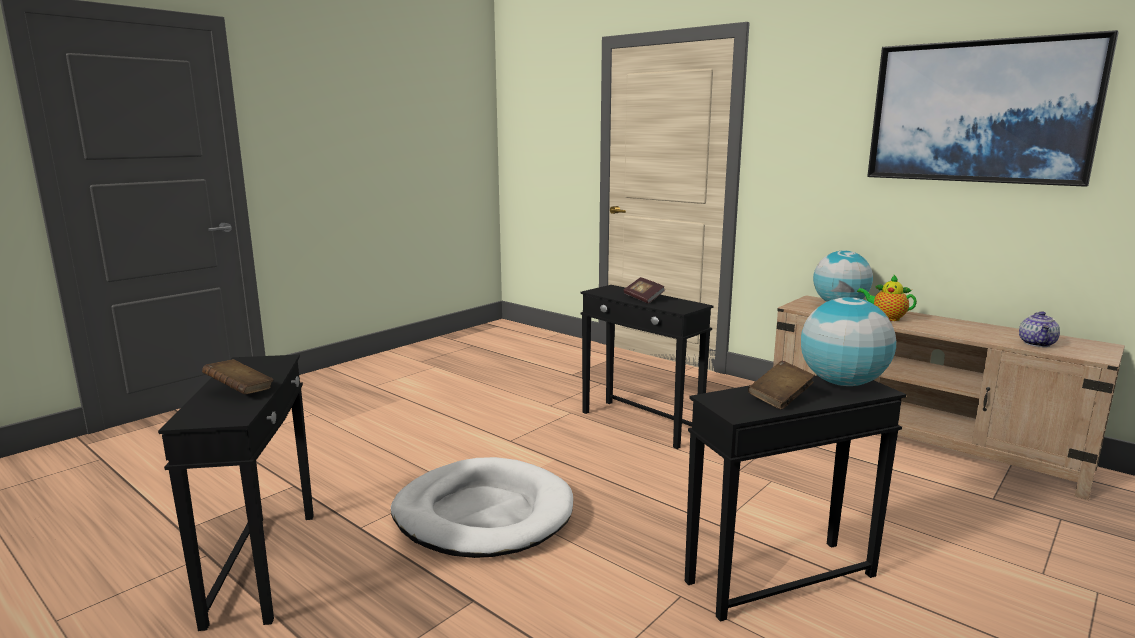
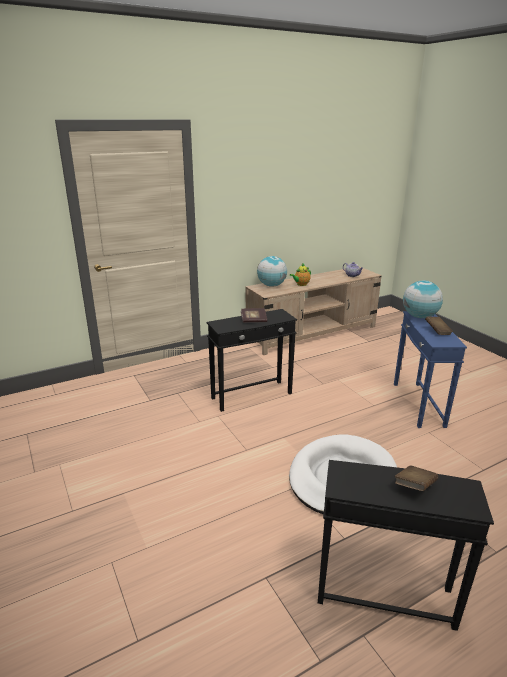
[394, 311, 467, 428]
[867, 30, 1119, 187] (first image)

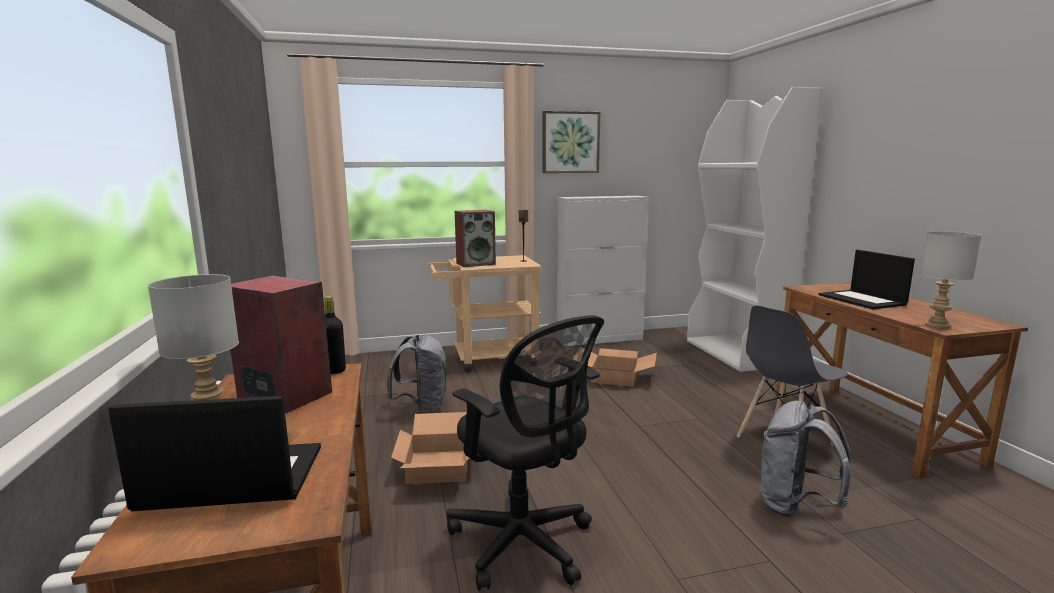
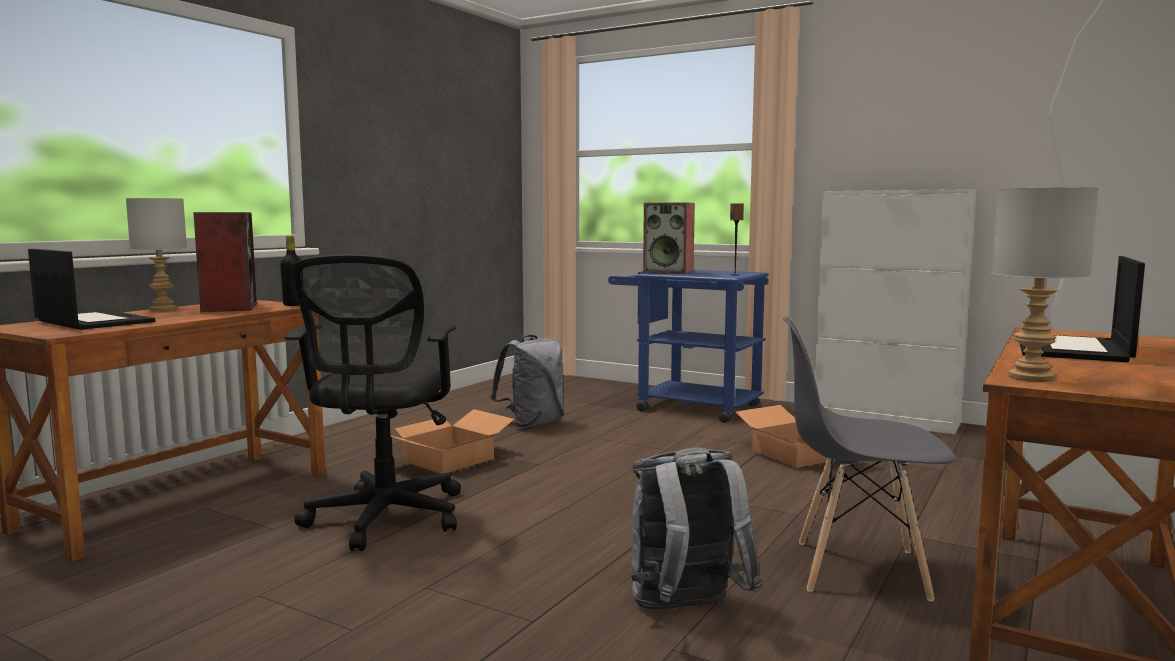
[608, 270, 769, 423]
[542, 111, 601, 173] (first image)

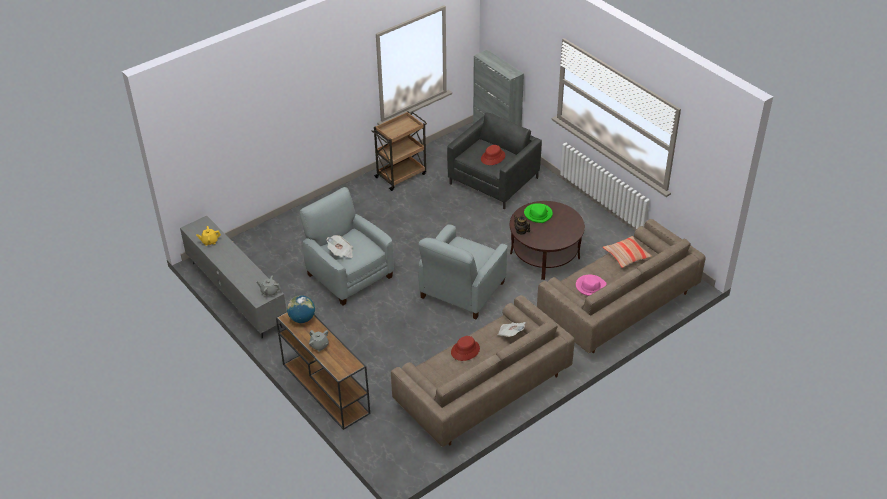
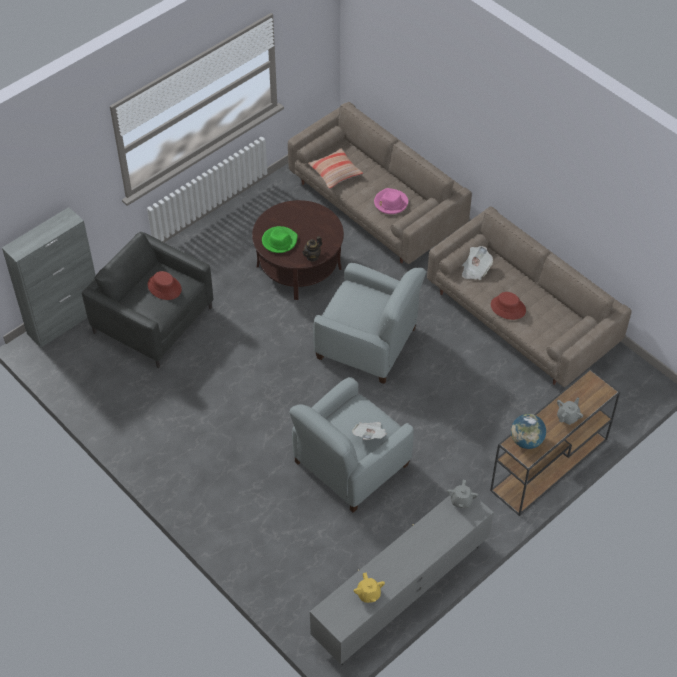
[372, 111, 427, 191] (first image)

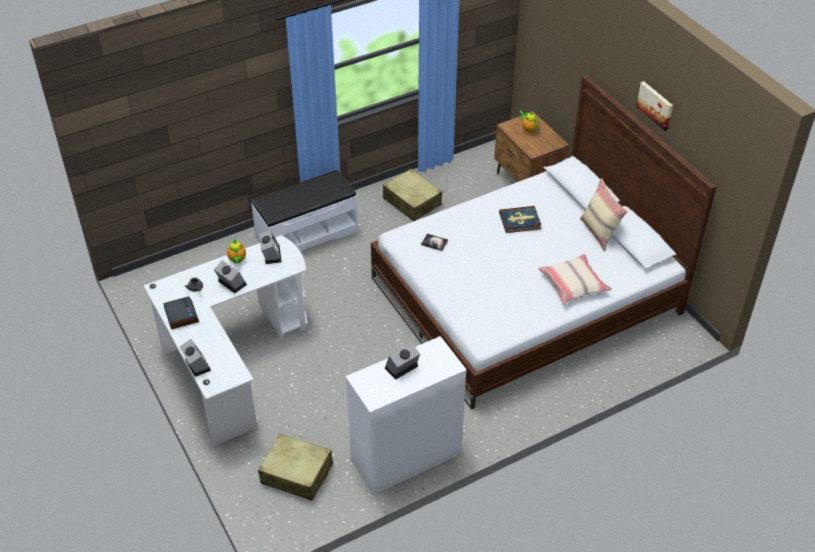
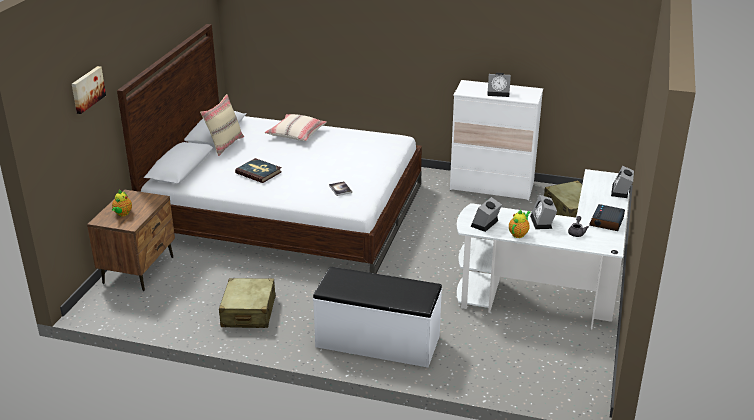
[72, 66, 106, 114]

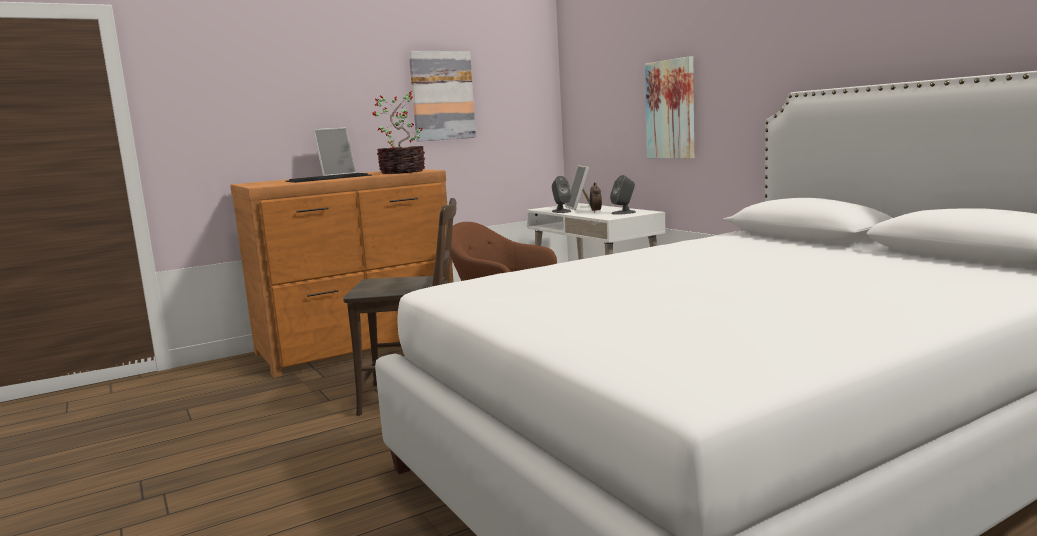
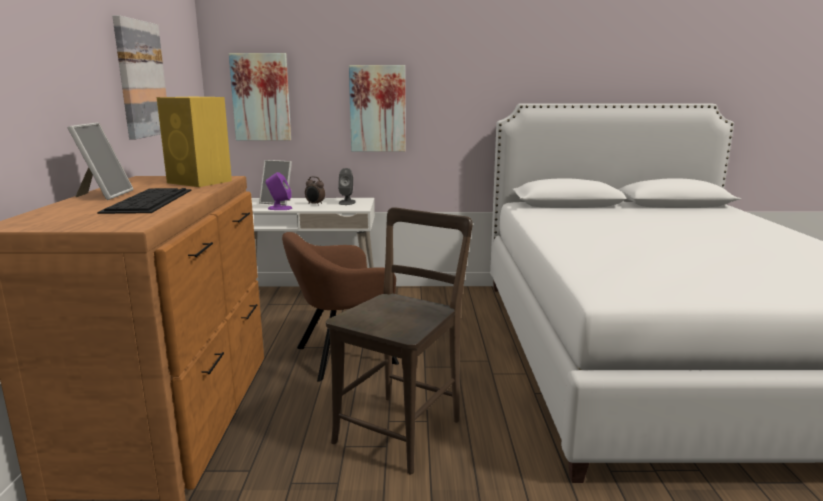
[157, 97, 232, 187]
[266, 172, 292, 210]
[229, 53, 291, 141]

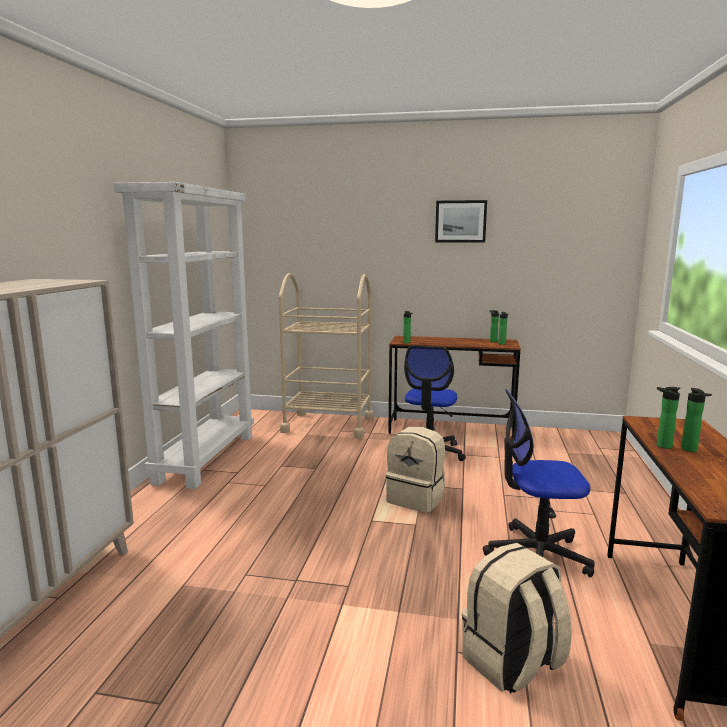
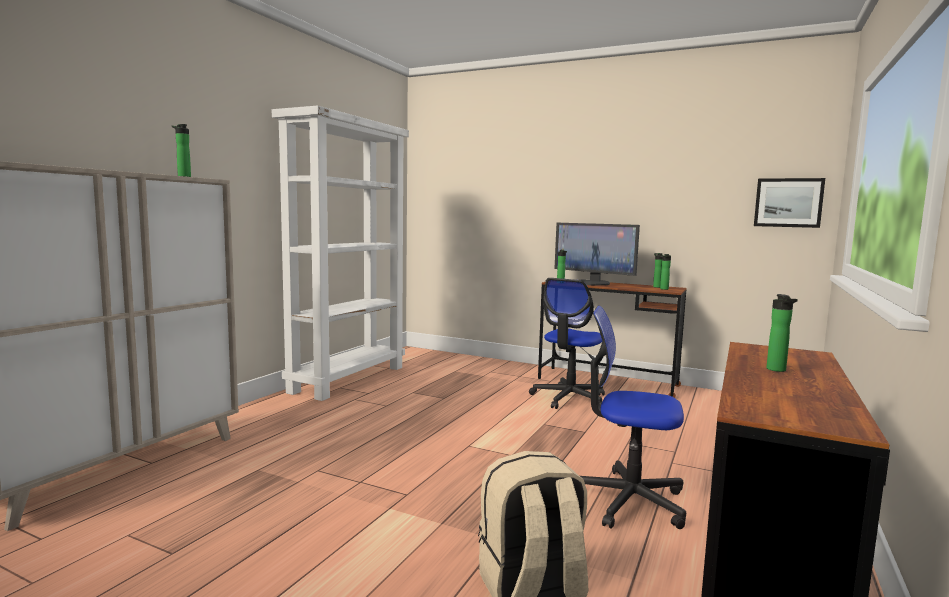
[279, 273, 374, 438] (first image)
[386, 427, 445, 513] (first image)
[754, 178, 825, 228]
[172, 124, 191, 177]
[554, 223, 640, 286]

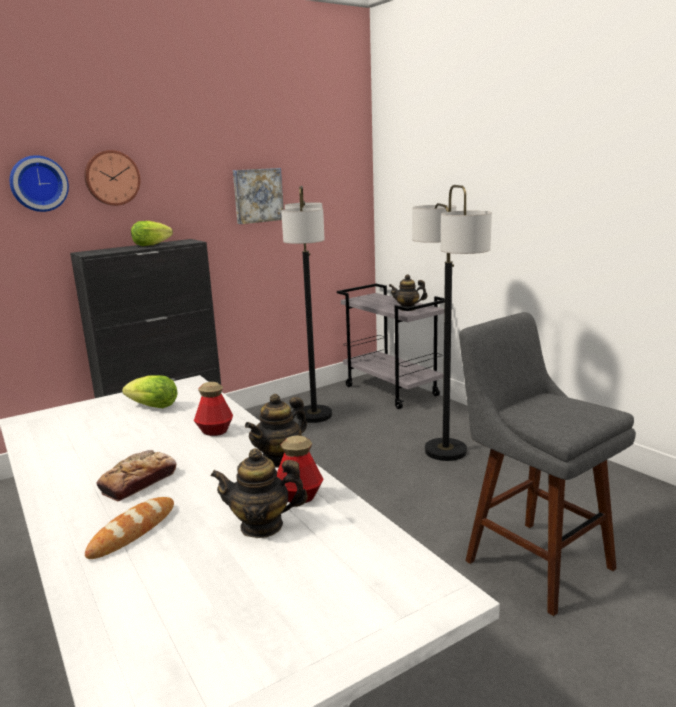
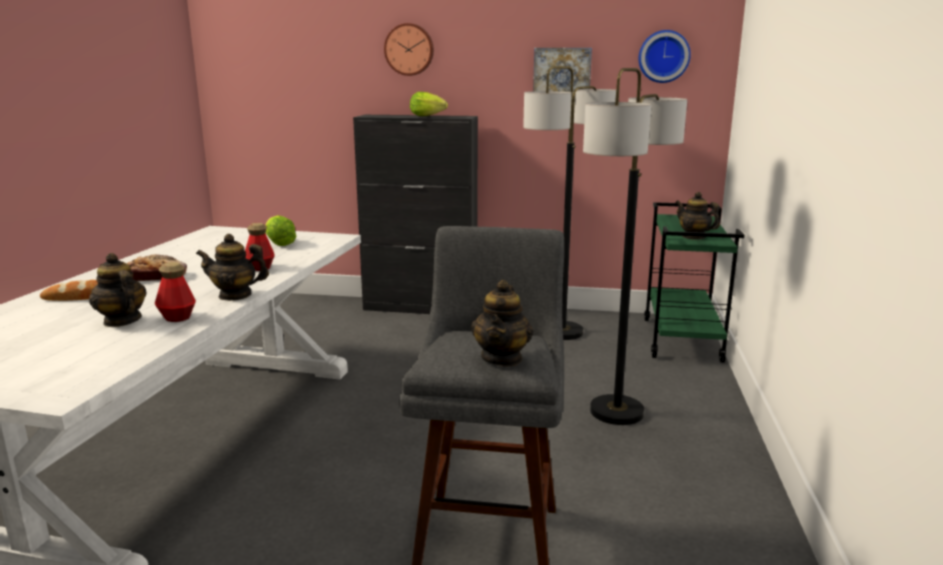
[639, 30, 691, 83]
[644, 202, 744, 363]
[471, 280, 533, 367]

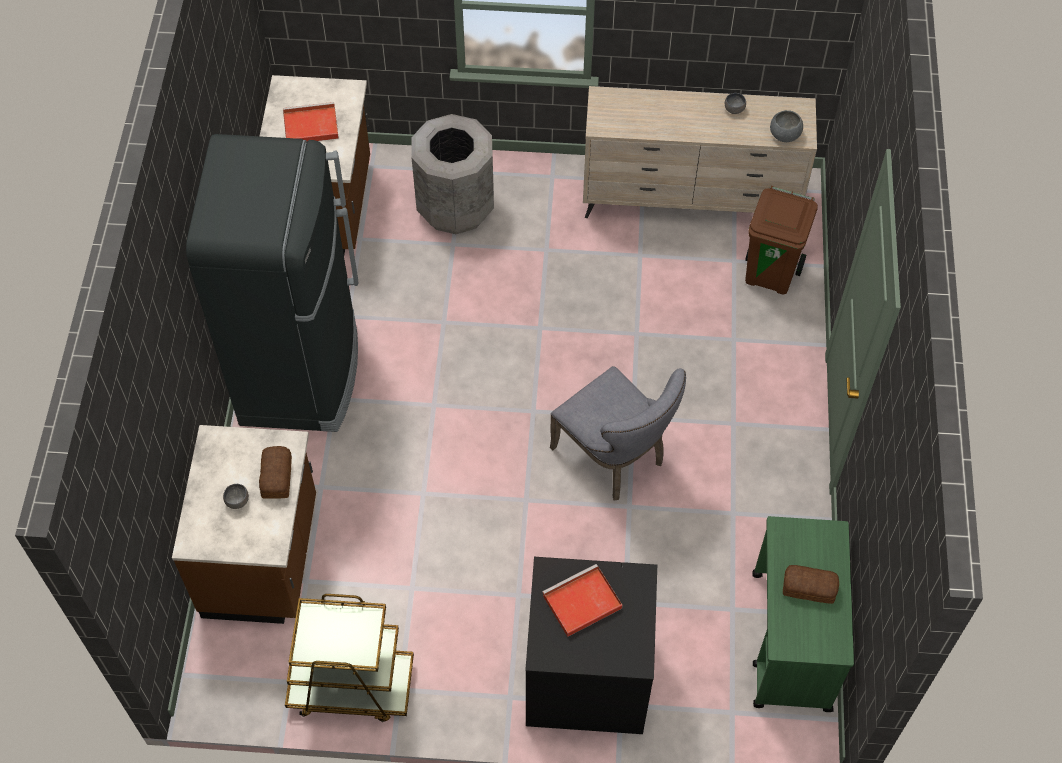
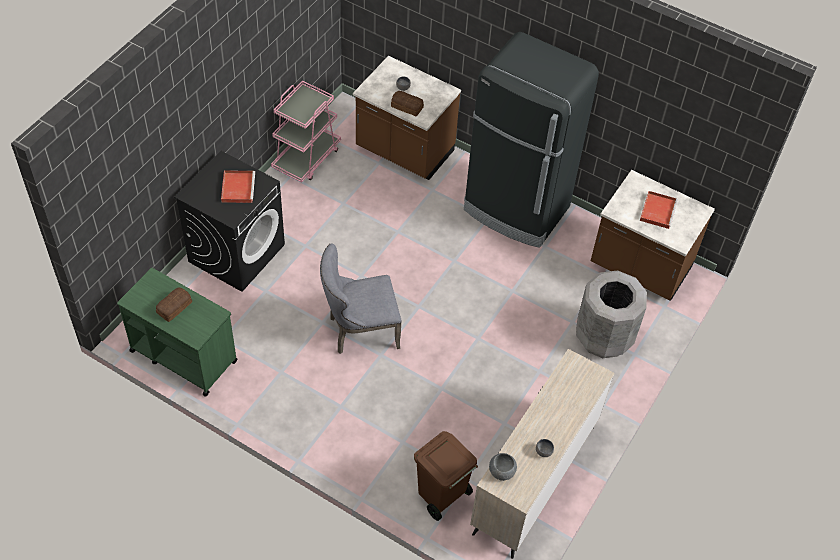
[271, 80, 341, 183]

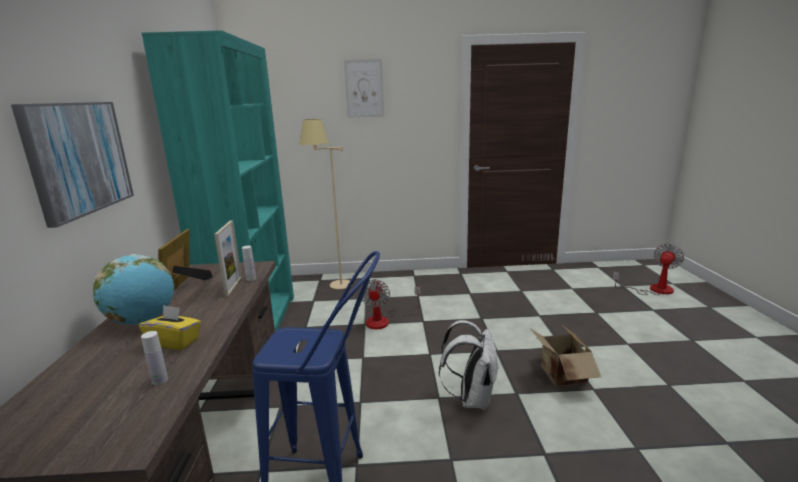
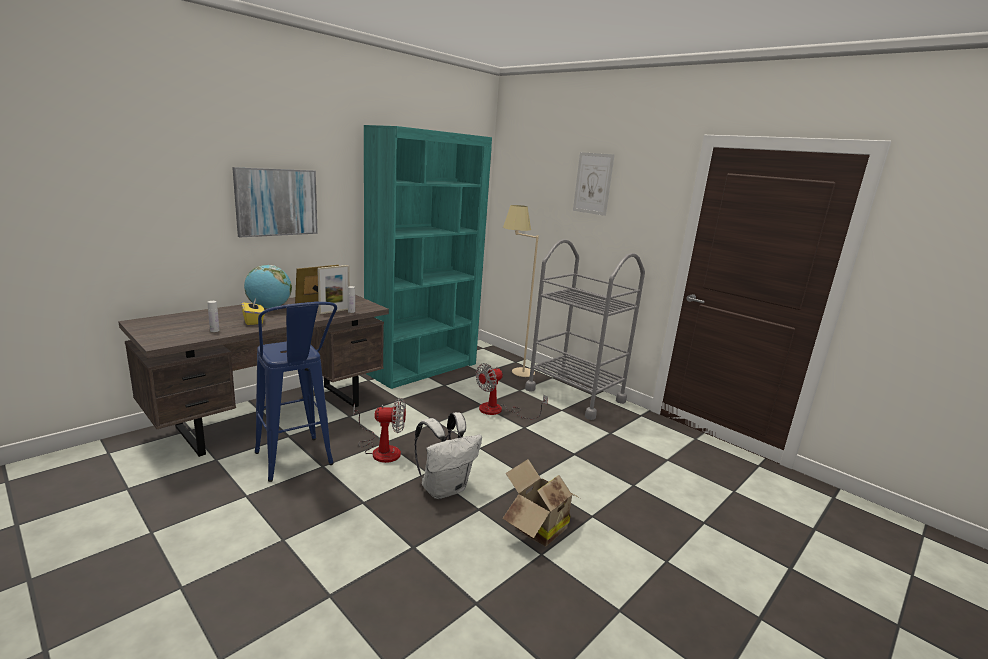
[353, 398, 406, 463]
[525, 239, 645, 420]

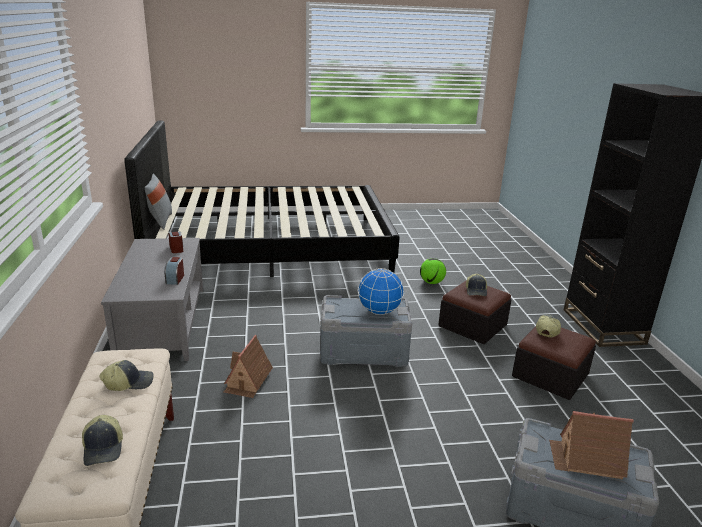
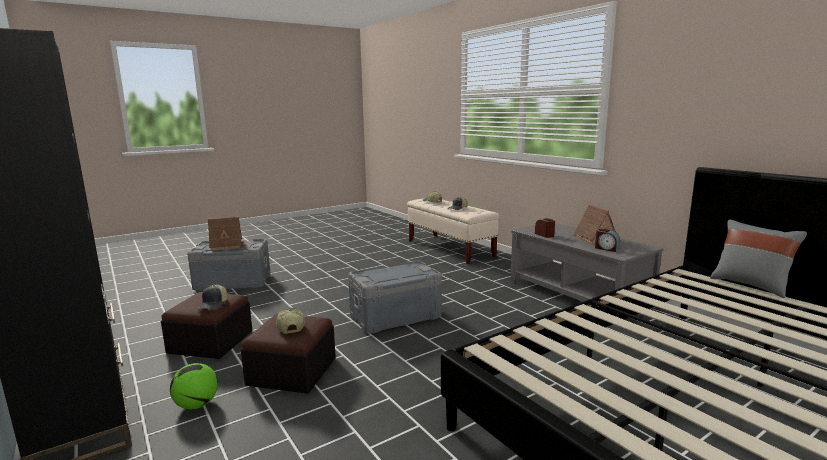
[573, 204, 616, 245]
[358, 268, 404, 315] (first image)
[170, 363, 218, 409]

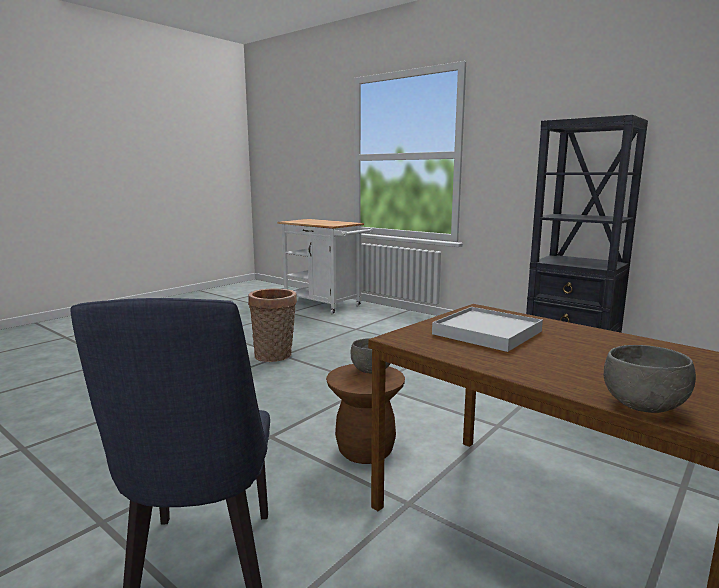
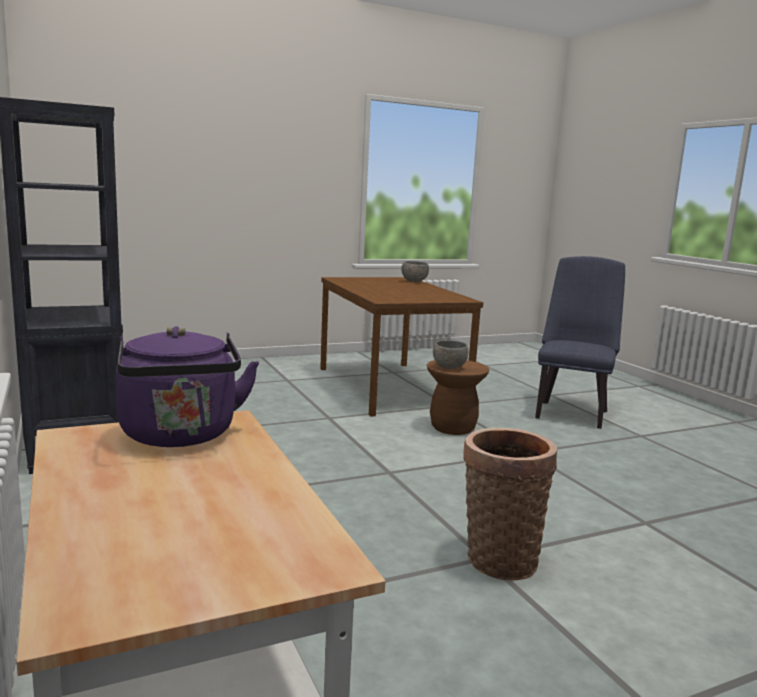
[432, 307, 543, 352] (first image)
[116, 326, 259, 447]

